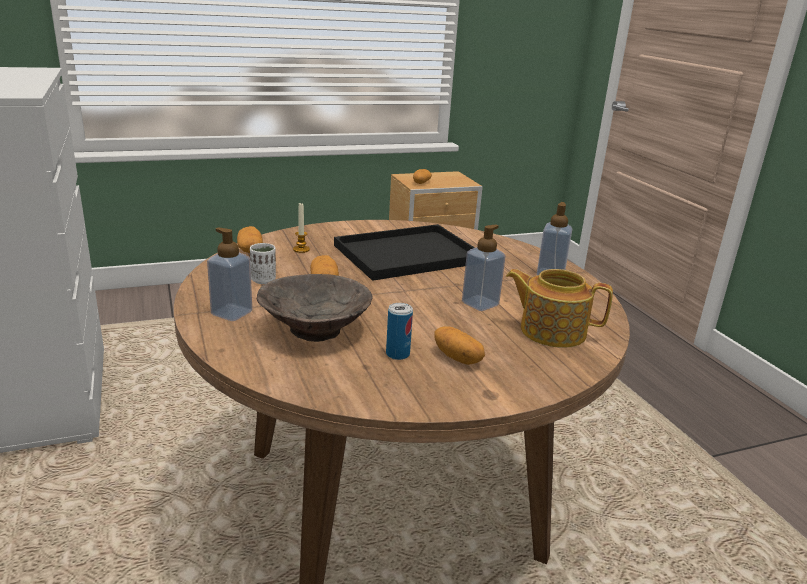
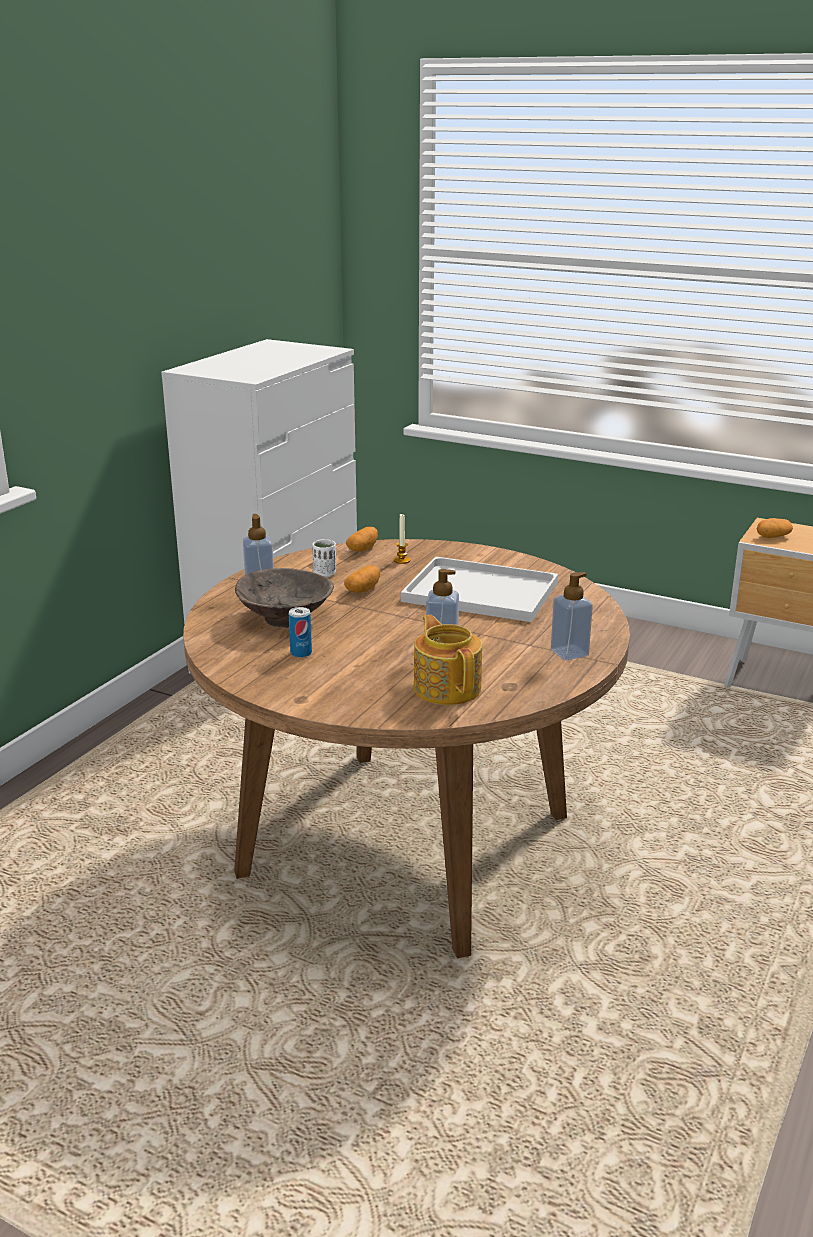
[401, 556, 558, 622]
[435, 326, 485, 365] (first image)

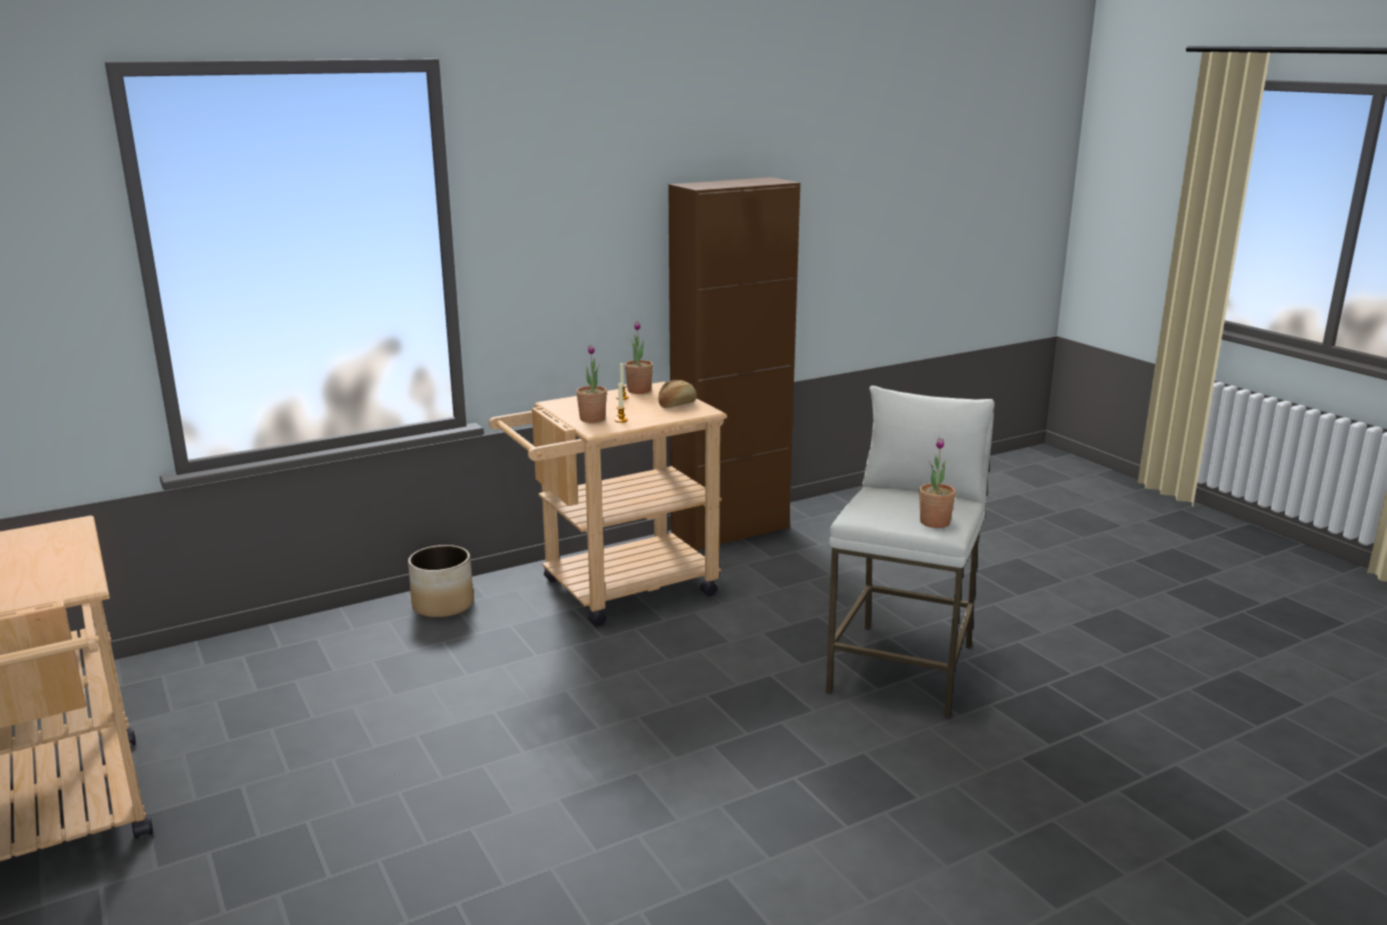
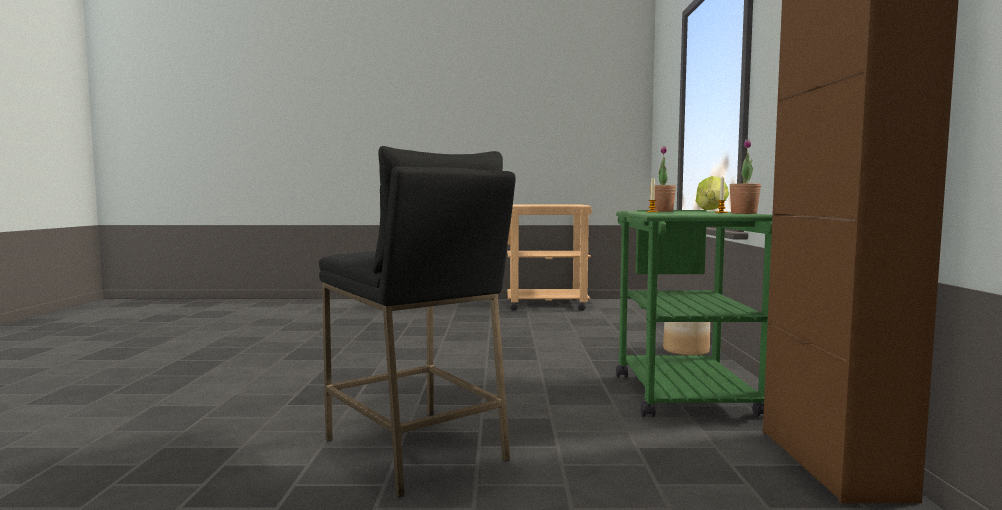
[616, 210, 772, 417]
[658, 380, 697, 408] (first image)
[319, 146, 516, 498]
[919, 438, 956, 528] (first image)
[696, 176, 729, 210]

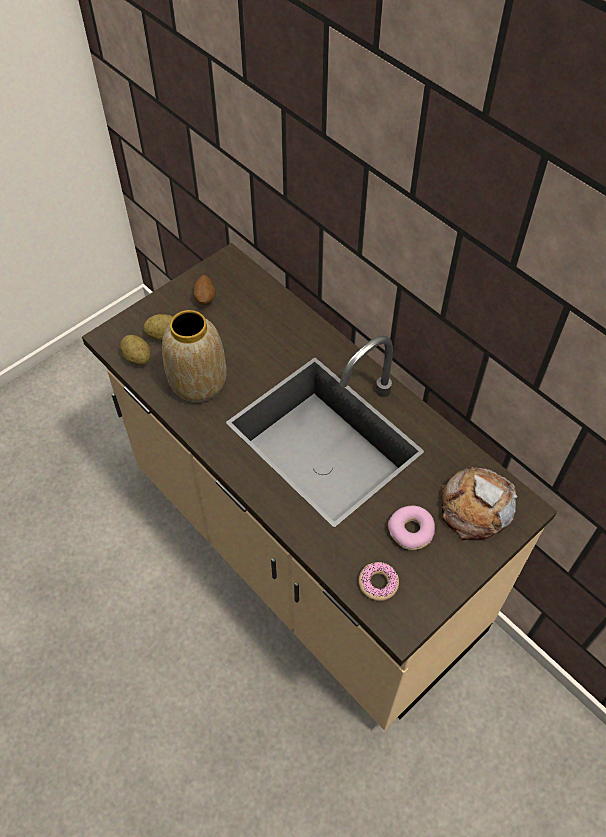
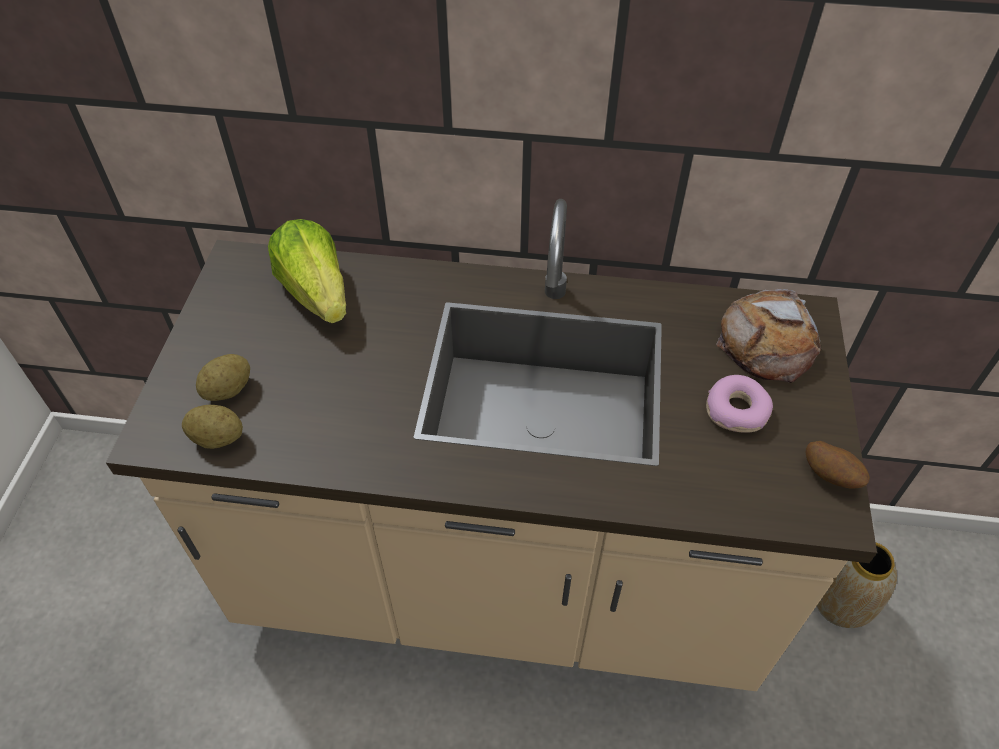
[817, 543, 897, 628]
[806, 441, 870, 489]
[359, 562, 399, 601] (first image)
[268, 219, 346, 323]

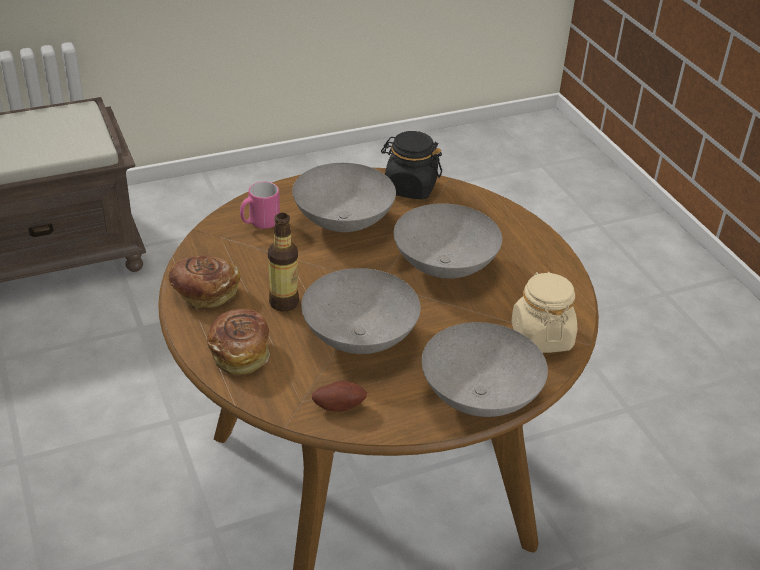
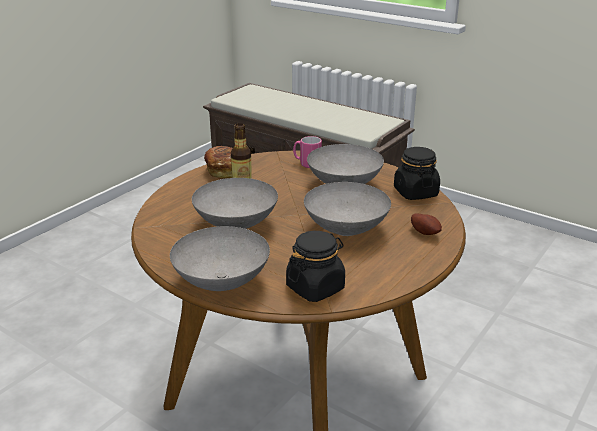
[207, 308, 270, 376] (first image)
[411, 214, 442, 235]
[286, 231, 345, 302]

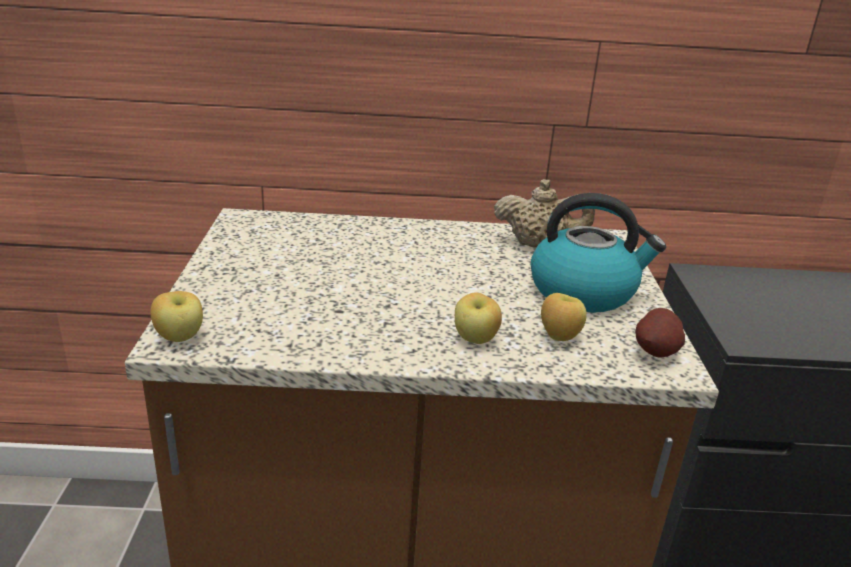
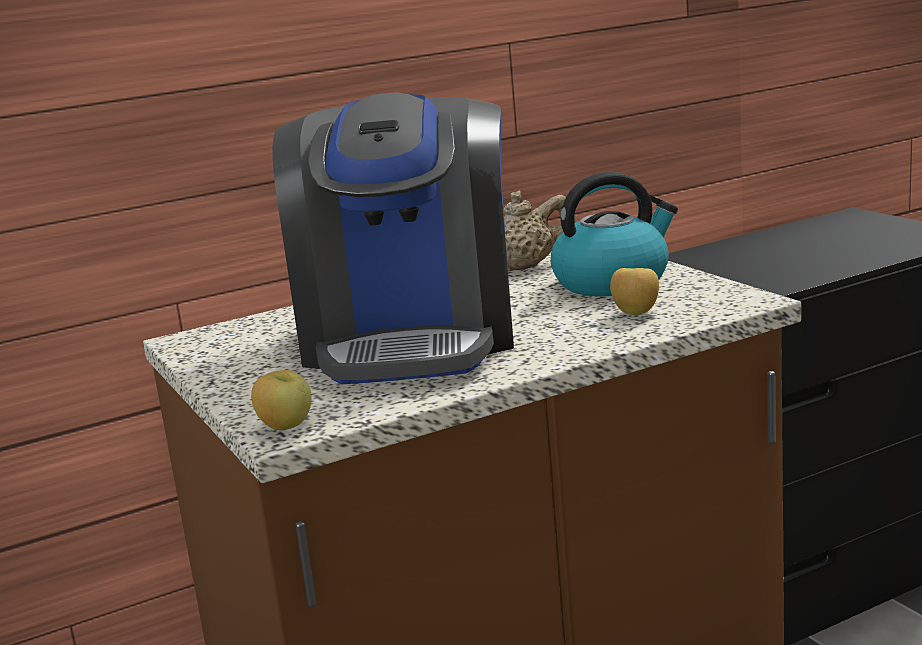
[455, 292, 502, 344] (first image)
[635, 308, 685, 358] (first image)
[272, 93, 514, 384]

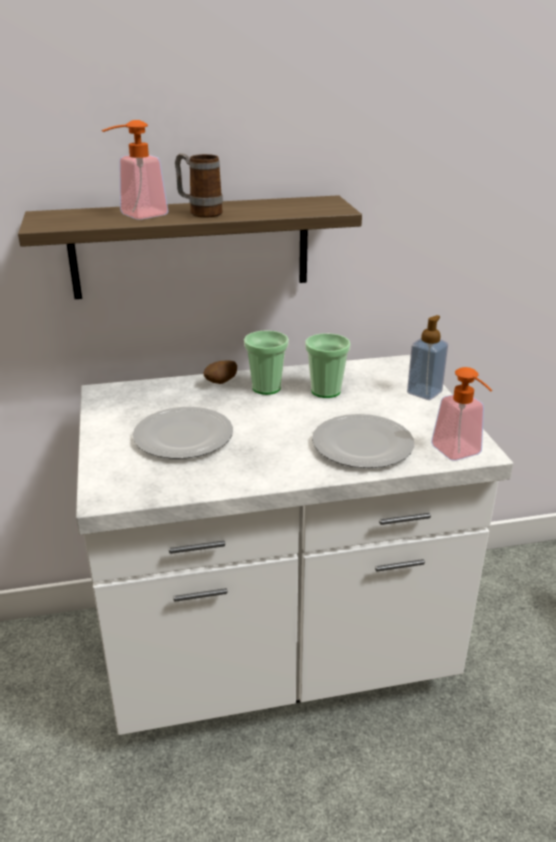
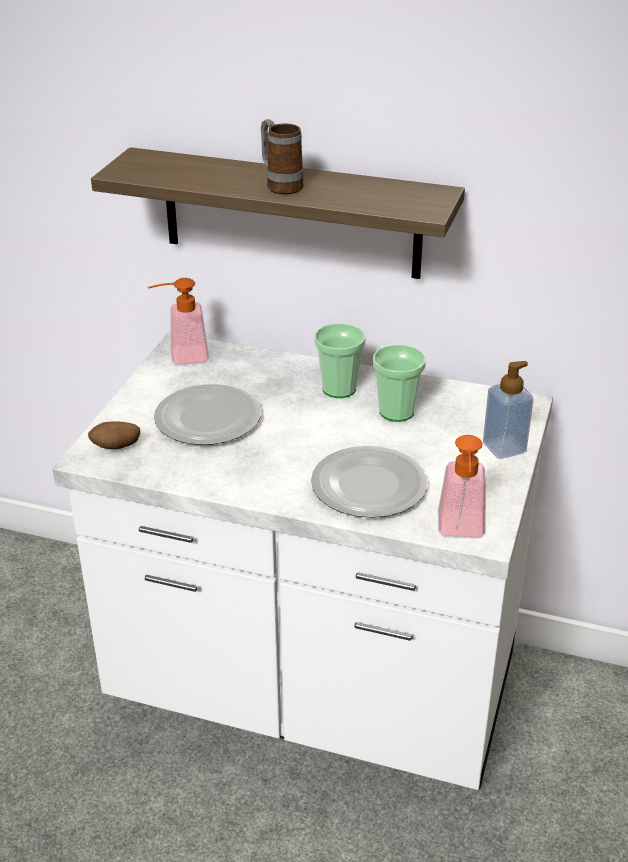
[148, 278, 209, 365]
[88, 421, 140, 450]

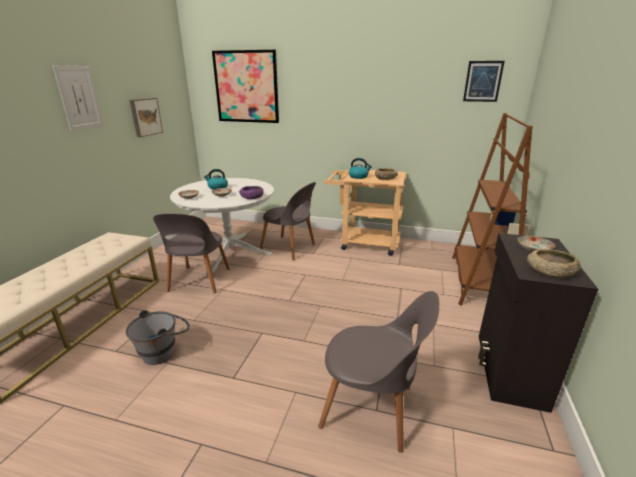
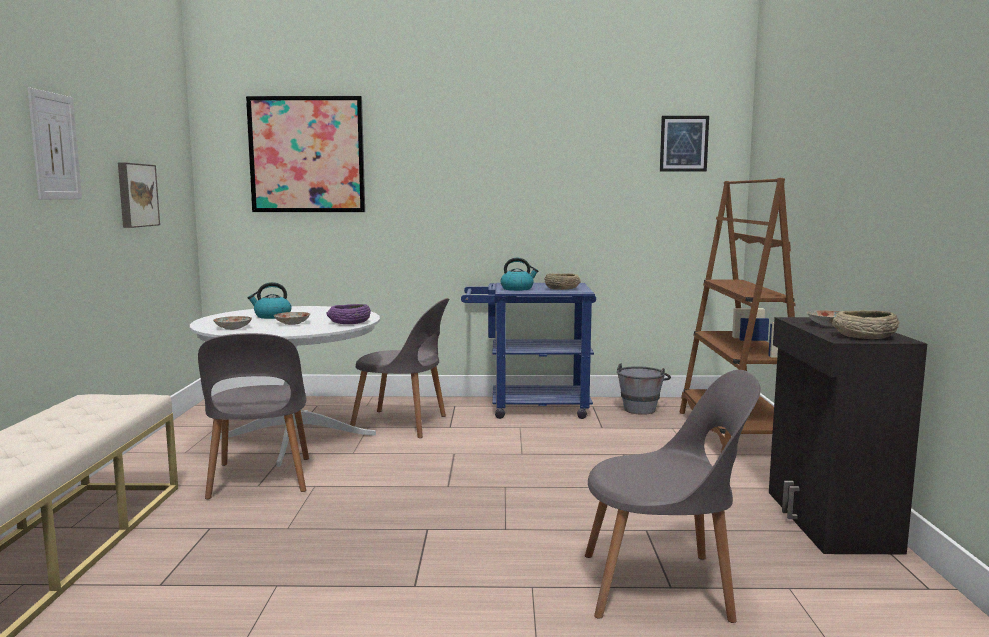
[617, 364, 671, 415]
[461, 283, 596, 419]

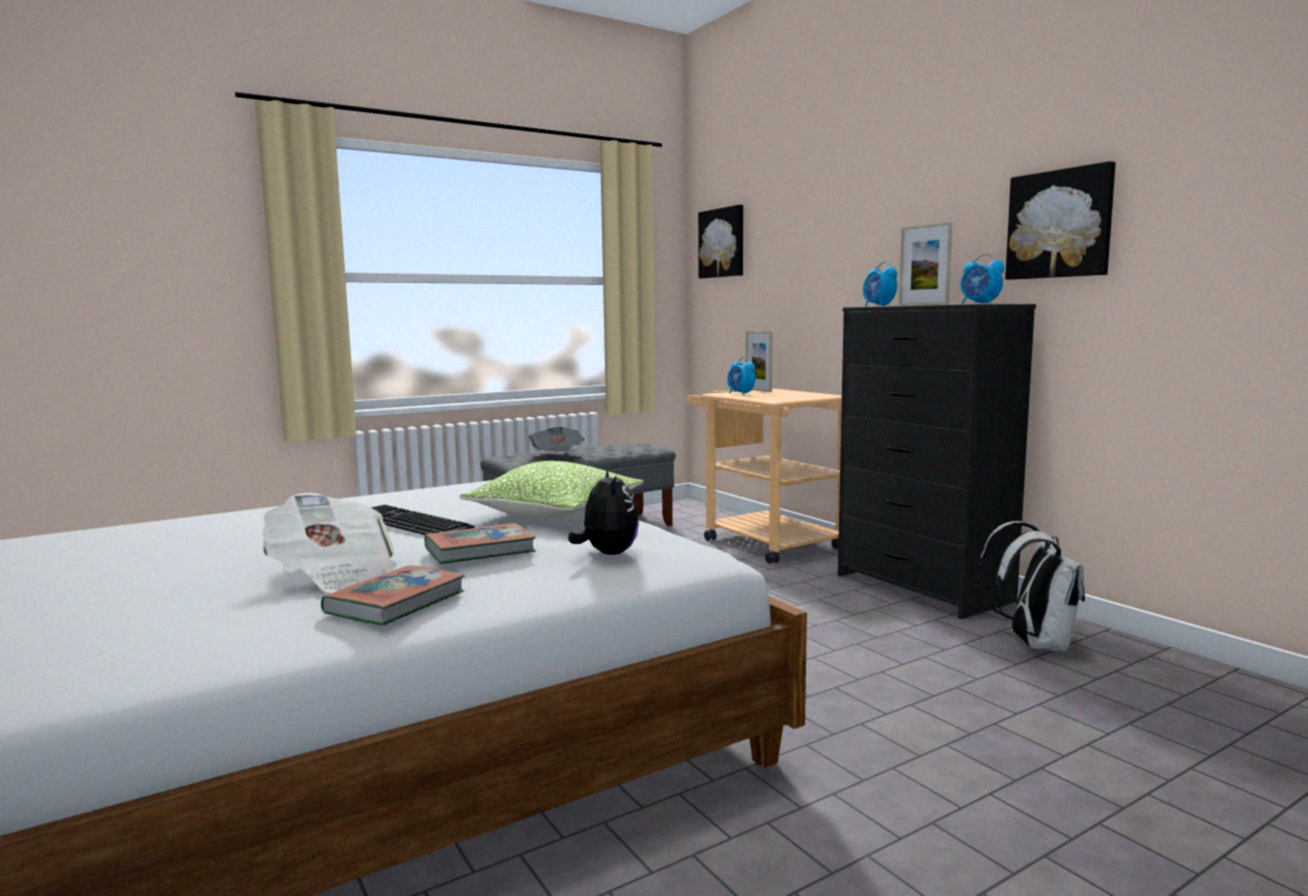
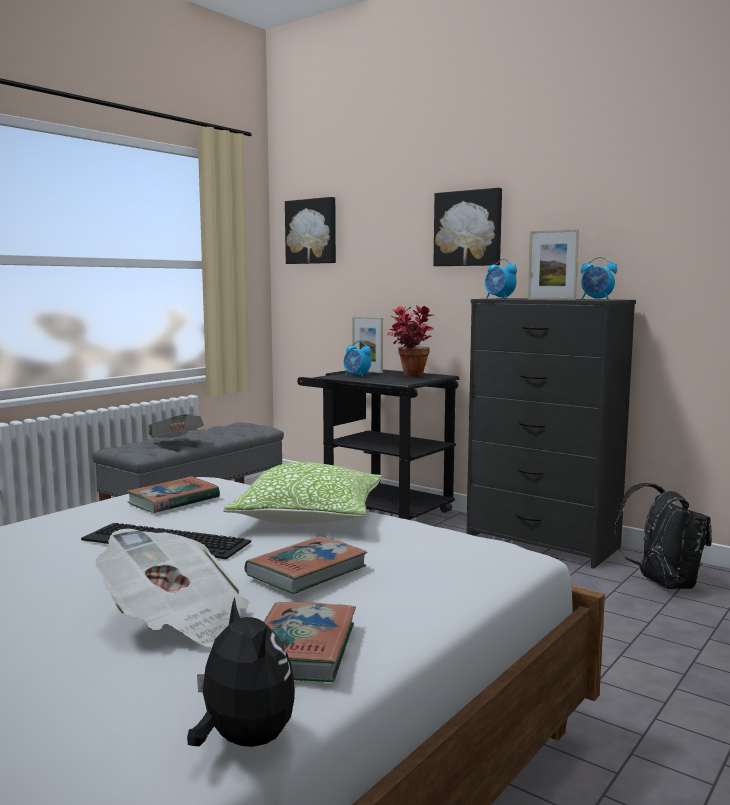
[187, 598, 295, 747]
[297, 370, 460, 520]
[614, 483, 712, 589]
[433, 188, 502, 266]
[127, 476, 220, 513]
[388, 305, 433, 377]

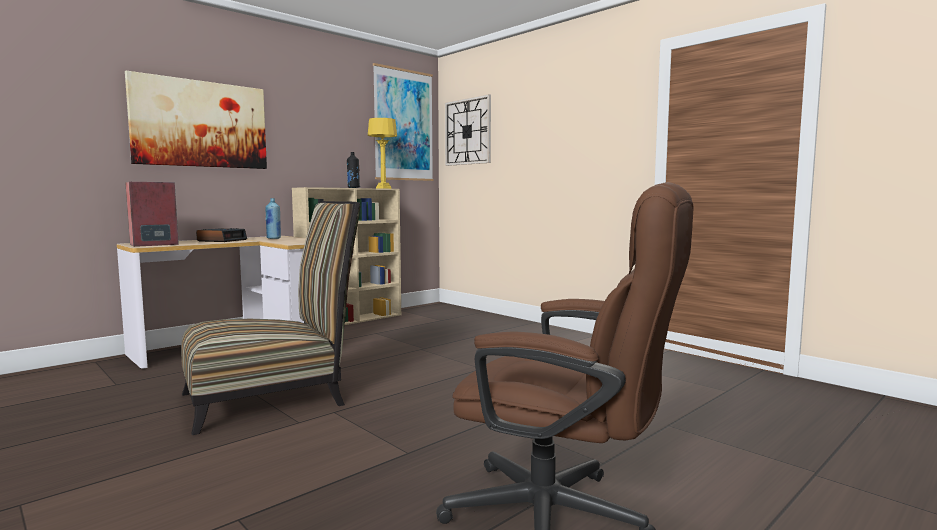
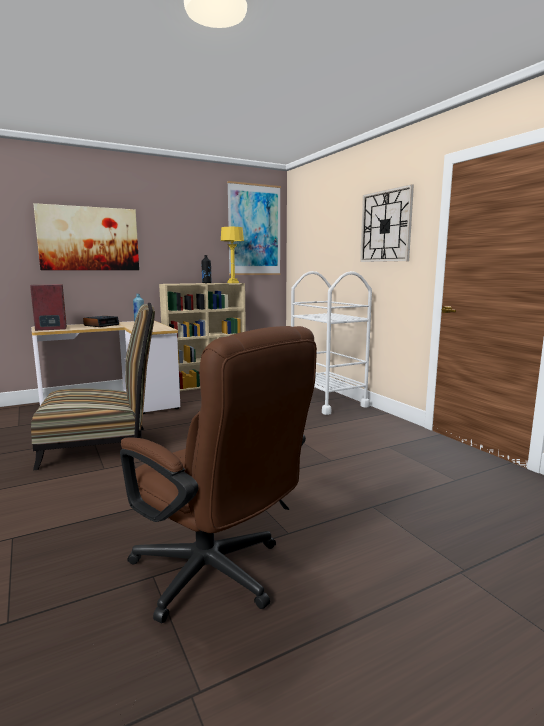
[360, 184, 414, 262]
[291, 271, 372, 415]

